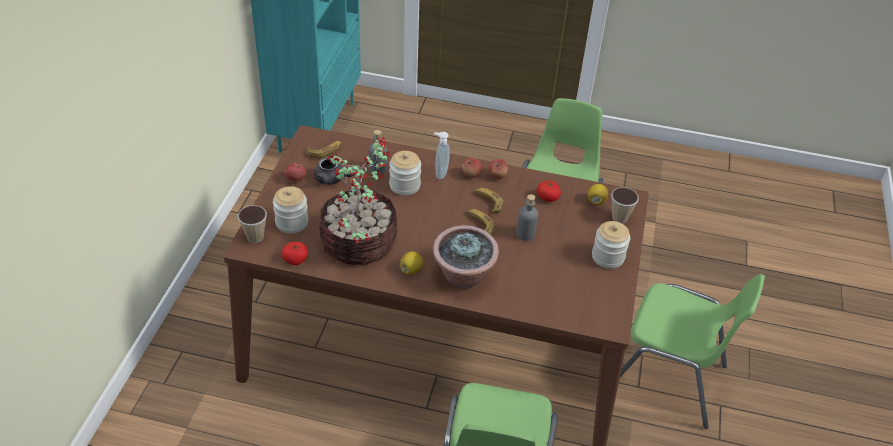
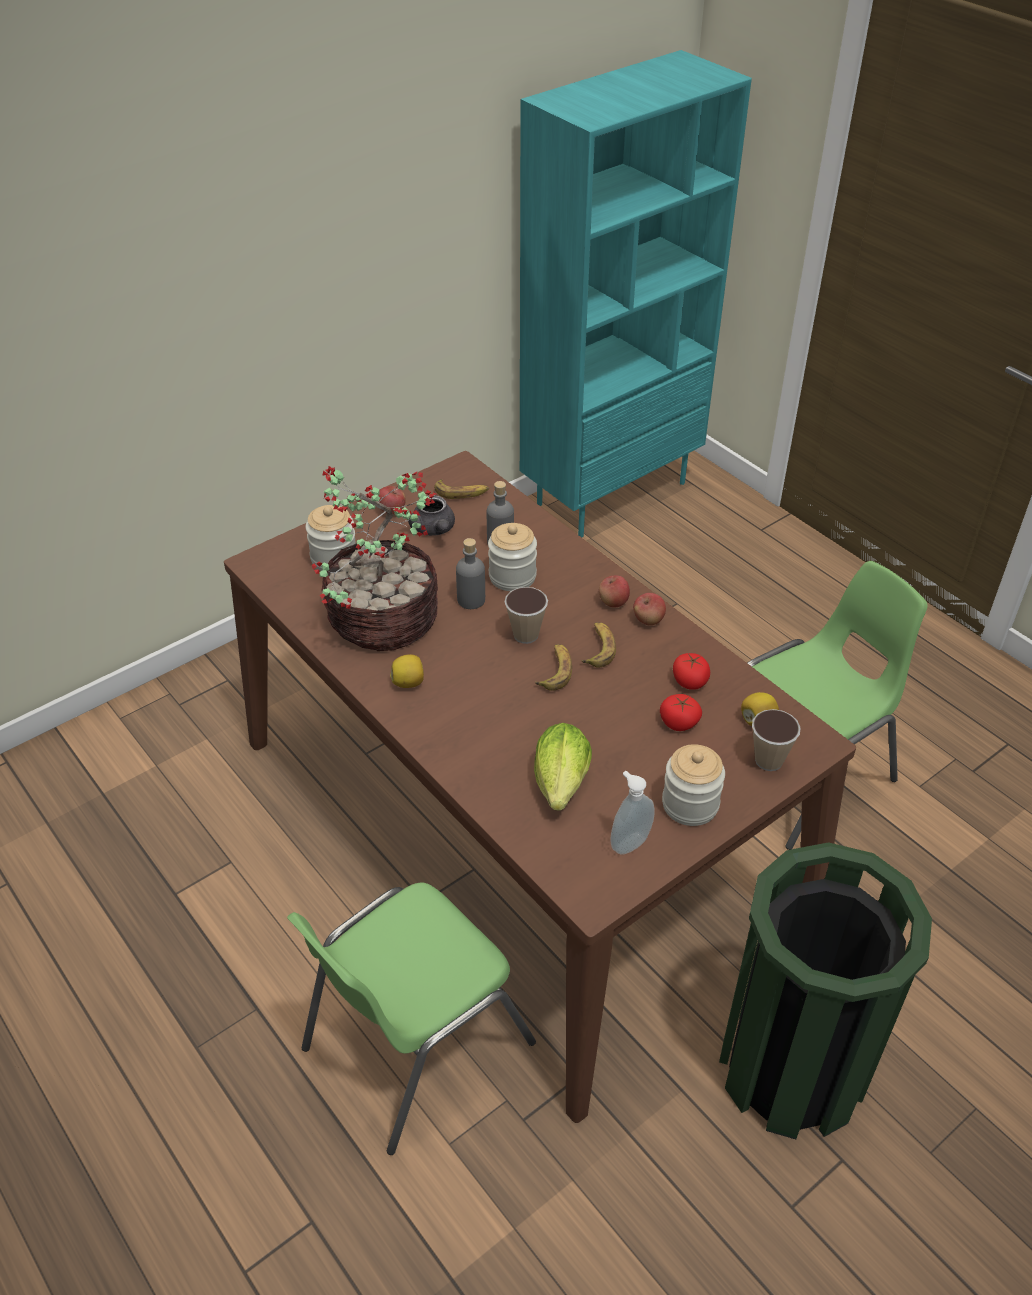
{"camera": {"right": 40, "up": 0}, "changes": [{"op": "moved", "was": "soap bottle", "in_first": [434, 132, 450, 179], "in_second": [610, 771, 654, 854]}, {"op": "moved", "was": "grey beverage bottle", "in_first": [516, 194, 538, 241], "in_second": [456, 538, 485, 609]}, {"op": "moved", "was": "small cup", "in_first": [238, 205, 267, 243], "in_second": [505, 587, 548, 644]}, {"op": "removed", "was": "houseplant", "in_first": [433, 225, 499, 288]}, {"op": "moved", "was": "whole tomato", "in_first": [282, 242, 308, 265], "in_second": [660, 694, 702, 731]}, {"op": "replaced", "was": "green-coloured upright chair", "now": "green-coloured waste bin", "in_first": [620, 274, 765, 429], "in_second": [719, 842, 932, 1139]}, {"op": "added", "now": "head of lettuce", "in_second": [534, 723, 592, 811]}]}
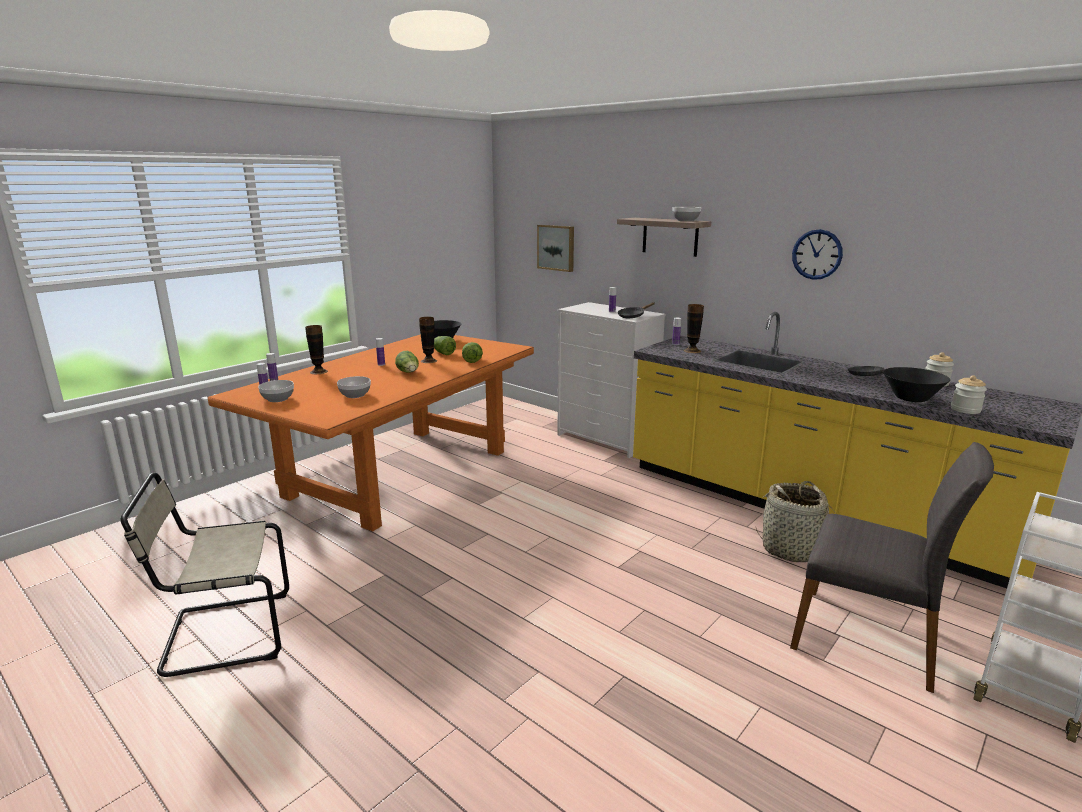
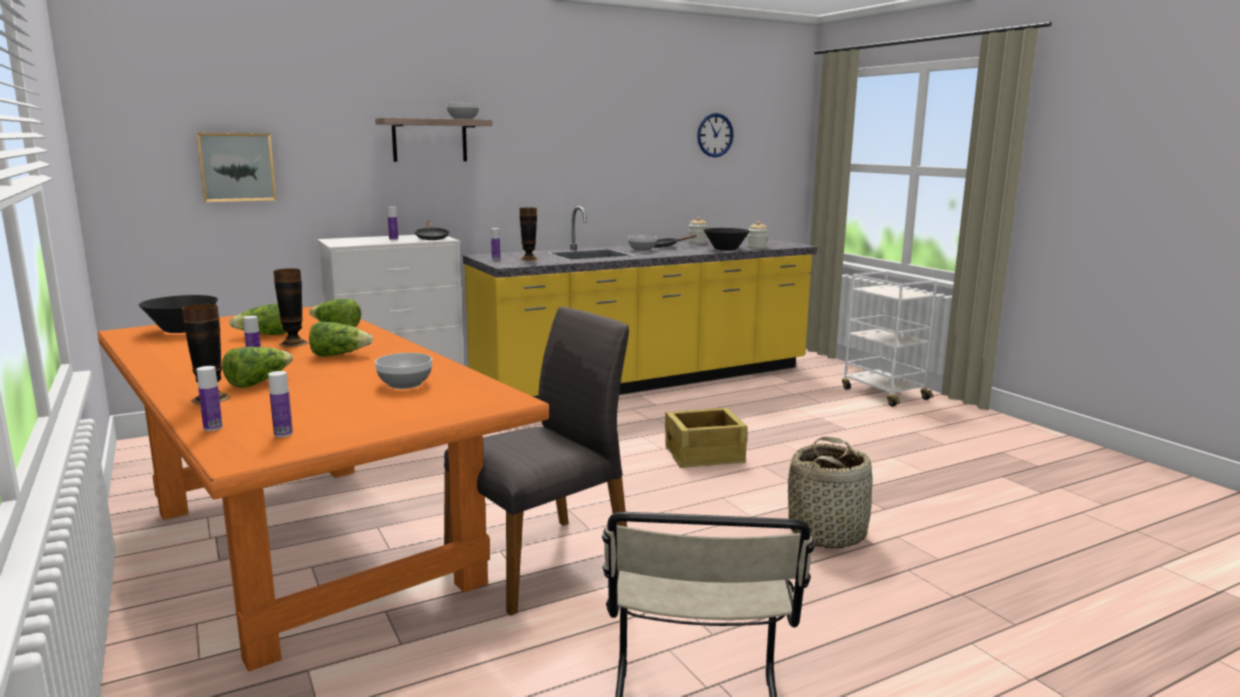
{"camera": {"right": -70, "up": -5}, "changes": [{"op": "moved", "was": "wall clock", "in_first": [792, 229, 843, 280], "in_second": [697, 113, 734, 157]}, {"op": "moved", "was": "serving bowl", "in_first": [258, 380, 294, 402], "in_second": [628, 235, 657, 251]}, {"op": "moved", "was": "grey upright chair", "in_first": [790, 442, 994, 693], "in_second": [444, 307, 629, 616]}, {"op": "moved", "was": "household basket", "in_first": [755, 481, 836, 562], "in_second": [788, 437, 872, 549]}, {"op": "added", "now": "head of lettuce", "in_second": [222, 347, 293, 388]}, {"op": "added", "now": "packing crate", "in_second": [665, 408, 748, 468]}]}
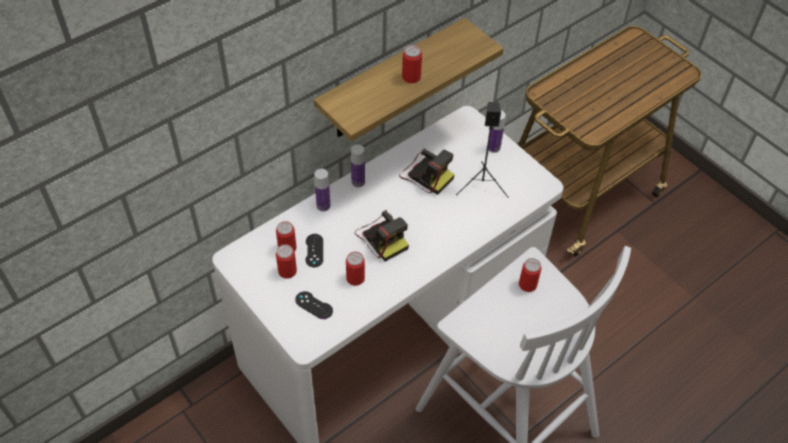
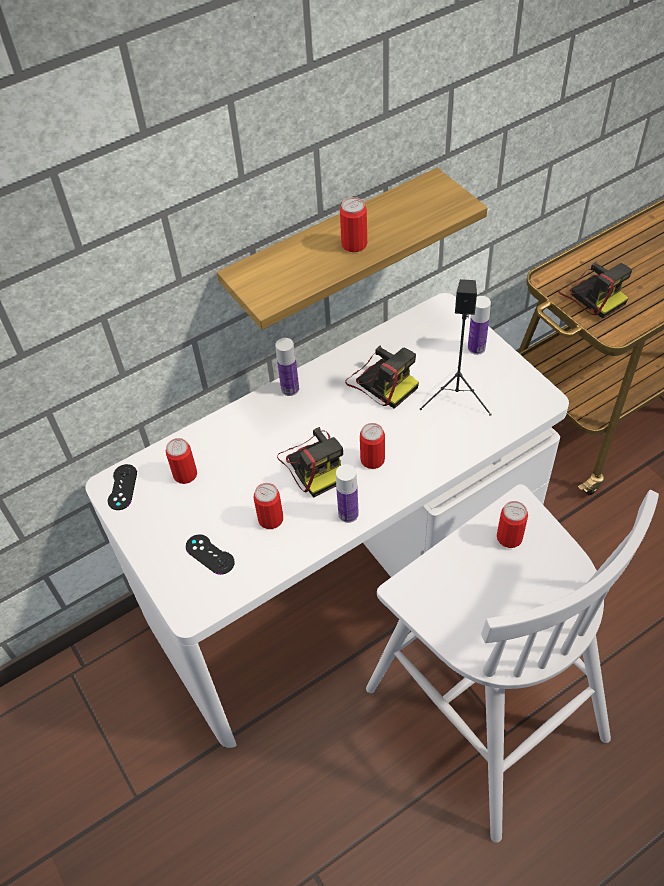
{"camera": {"right": 10, "up": 0}, "changes": [{"op": "moved", "was": "beverage bottle", "in_first": [314, 169, 330, 212], "in_second": [336, 464, 359, 523]}, {"op": "moved", "was": "black gamepad", "in_first": [306, 234, 323, 267], "in_second": [108, 464, 137, 510]}, {"op": "moved", "was": "metal can", "in_first": [276, 244, 297, 279], "in_second": [360, 423, 385, 469]}, {"op": "added", "now": "photo camera", "in_second": [559, 262, 632, 318]}]}
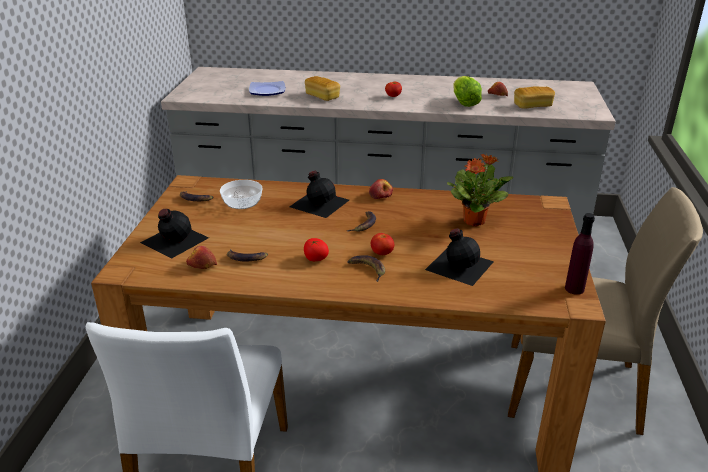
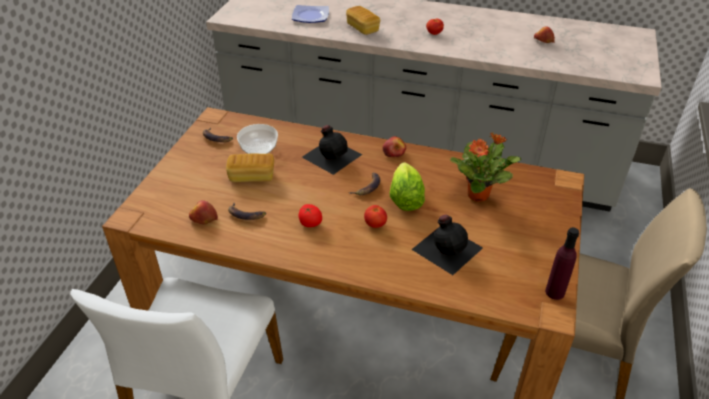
{"camera": {"right": 10, "up": 10}, "changes": [{"op": "moved", "was": "head of lettuce", "in_first": [453, 76, 482, 107], "in_second": [390, 162, 425, 211]}, {"op": "moved", "was": "baked bread", "in_first": [514, 86, 555, 109], "in_second": [226, 153, 274, 182]}, {"op": "removed", "was": "black beverage bottle", "in_first": [140, 209, 209, 259]}, {"op": "removed", "was": "banana", "in_first": [347, 255, 385, 282]}]}
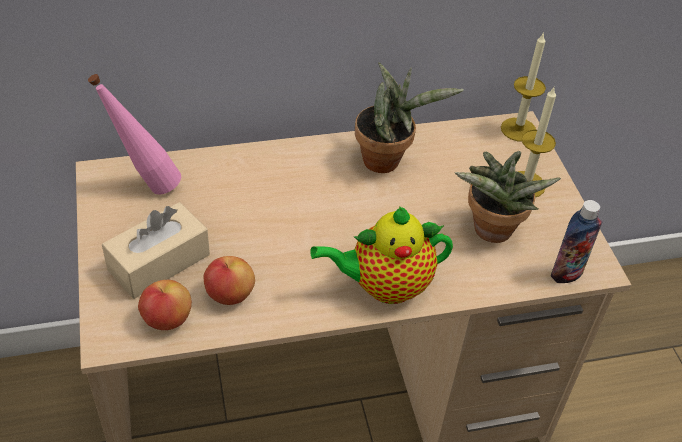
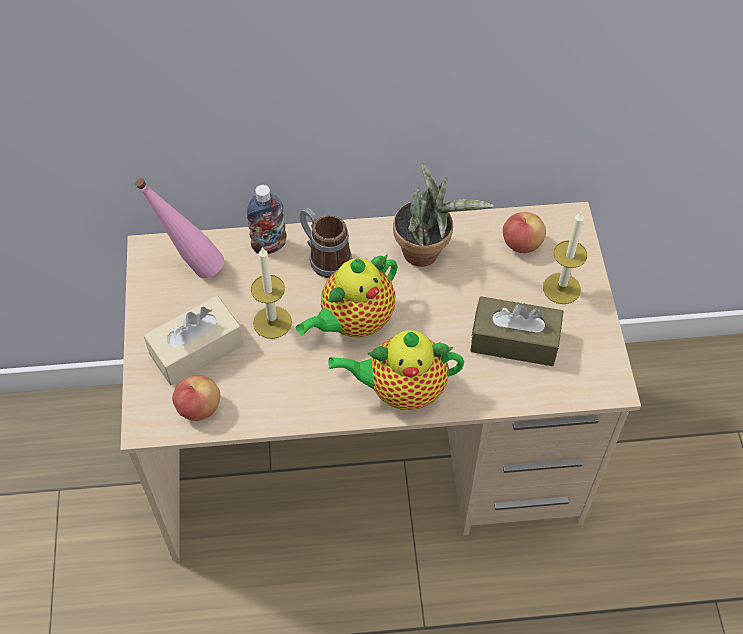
{"camera": {"right": 10, "up": 10}, "changes": [{"op": "moved", "was": "wax candle", "in_first": [501, 32, 546, 142], "in_second": [251, 247, 292, 339]}, {"op": "replaced", "was": "houseplant", "now": "brown-coloured tissue box", "in_first": [455, 151, 561, 243], "in_second": [471, 296, 564, 366]}, {"op": "moved", "was": "beverage bottle", "in_first": [551, 200, 603, 283], "in_second": [247, 185, 287, 254]}, {"op": "moved", "was": "apple fruit", "in_first": [204, 256, 255, 305], "in_second": [503, 212, 546, 253]}, {"op": "added", "now": "tea mug", "in_second": [299, 208, 352, 278]}, {"op": "added", "now": "tea pot", "in_second": [296, 254, 397, 337]}]}
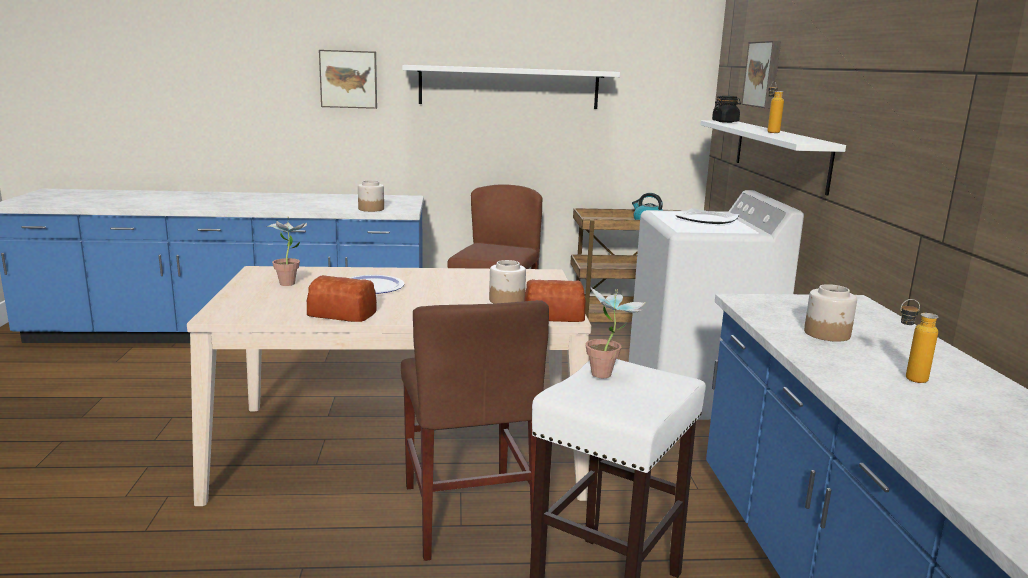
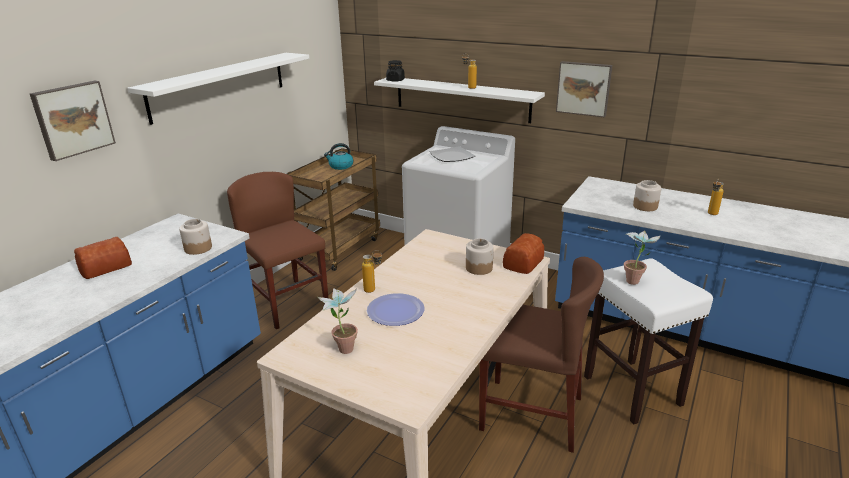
{"camera": {"right": -55, "up": 10}, "changes": [{"op": "moved", "was": "wall picture", "in_first": [741, 41, 781, 108], "in_second": [556, 61, 613, 117]}, {"op": "moved", "was": "baked bread", "in_first": [307, 275, 377, 322], "in_second": [74, 237, 132, 279]}, {"op": "added", "now": "beverage bottle", "in_second": [362, 250, 382, 293]}]}
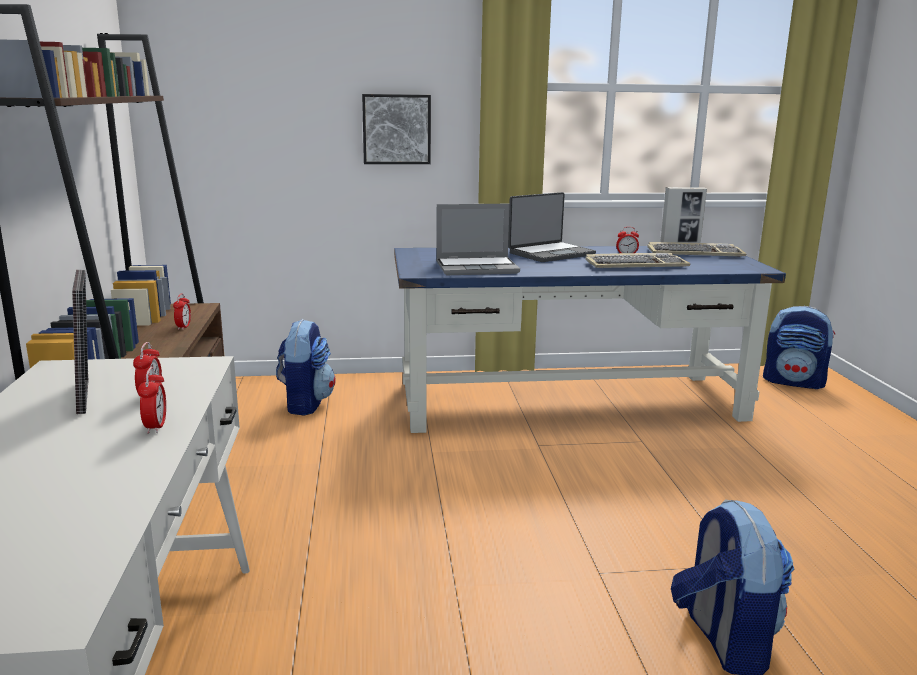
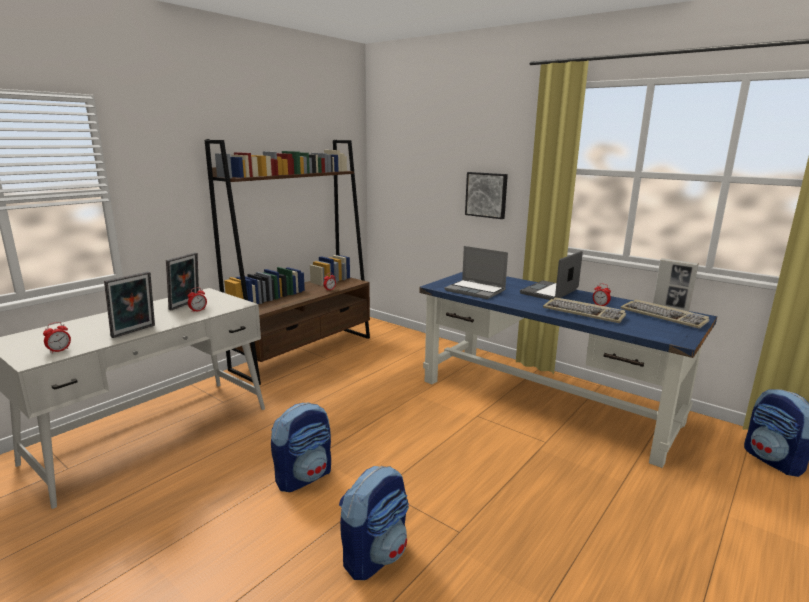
{"camera": {"right": 45, "up": 0}, "changes": [{"op": "turned", "was": "notebook computer", "in_first": [508, 192, 596, 262], "in_second": [520, 251, 583, 300], "clockwise": 120}, {"op": "moved", "was": "rucksack", "in_first": [276, 319, 336, 415], "in_second": [271, 402, 331, 492]}, {"op": "moved", "was": "alarm clock", "in_first": [138, 367, 166, 434], "in_second": [43, 322, 71, 354]}, {"op": "added", "now": "picture frame", "in_second": [104, 272, 155, 338]}]}
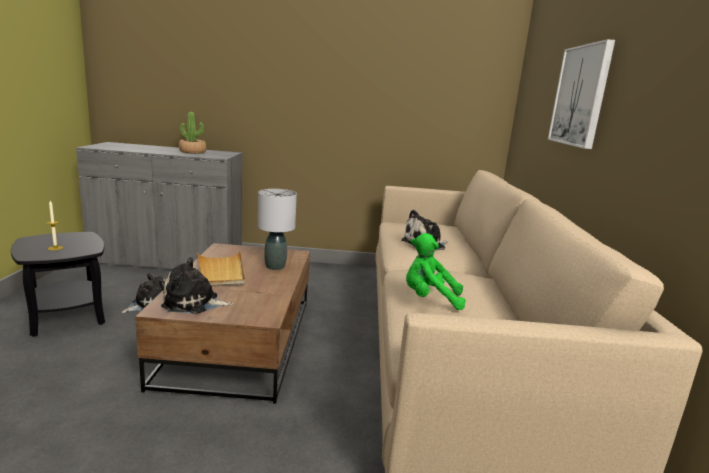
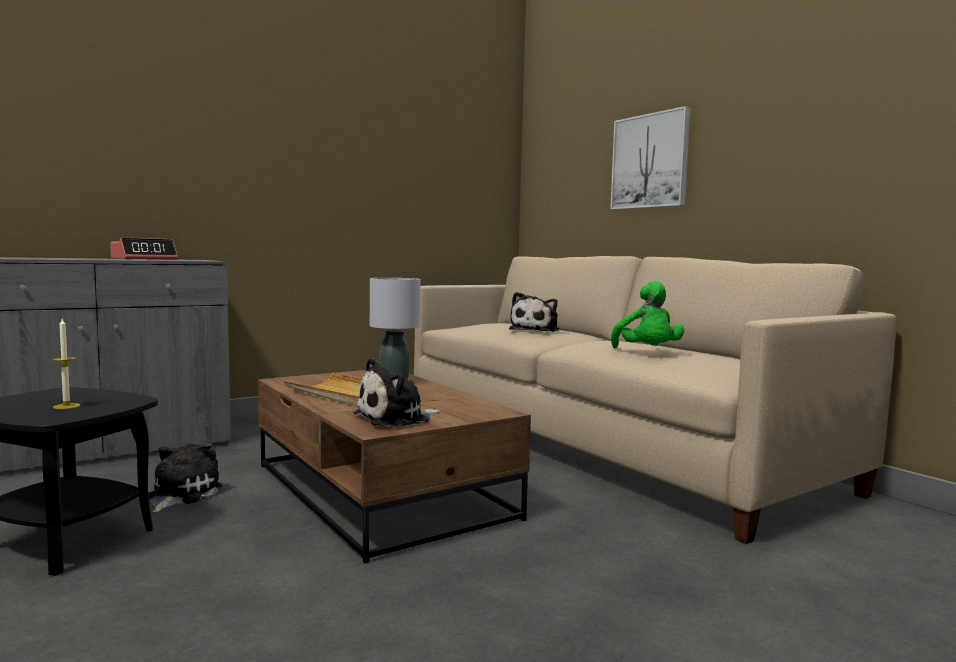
{"camera": {"right": -35, "up": -10}, "changes": [{"op": "replaced", "was": "houseplant", "now": "alarm clock", "in_first": [179, 112, 207, 154], "in_second": [110, 238, 178, 260]}, {"op": "turned", "was": "green-coloured plush toy", "in_first": [406, 233, 466, 310], "in_second": [611, 281, 684, 348], "clockwise": -75}]}
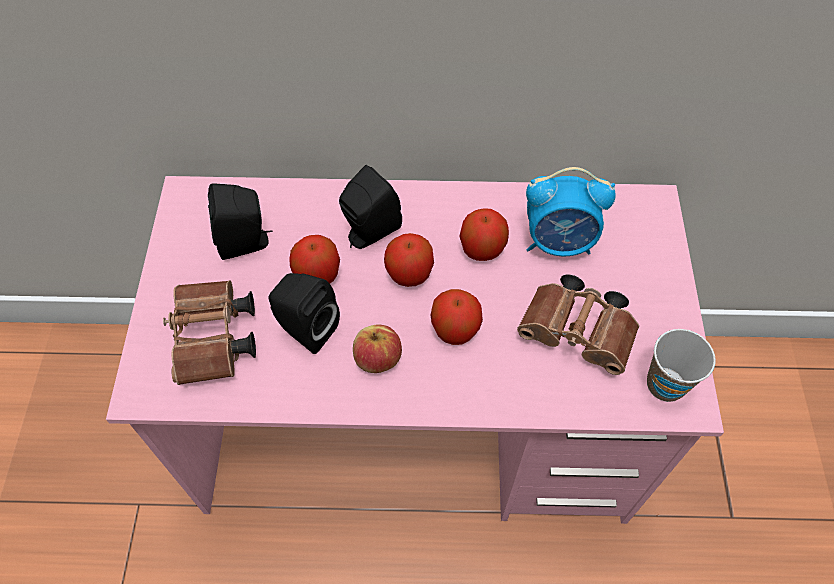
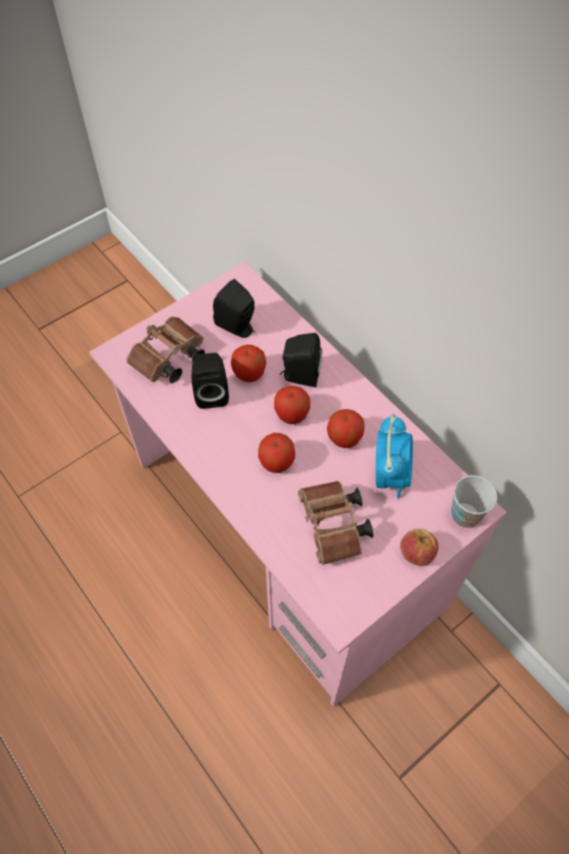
{"camera": {"right": 50, "up": 0}, "changes": [{"op": "turned", "was": "alarm clock", "in_first": [526, 167, 616, 256], "in_second": [375, 414, 413, 499], "clockwise": -135}, {"op": "moved", "was": "apple fruit", "in_first": [353, 324, 402, 373], "in_second": [400, 528, 439, 566]}, {"op": "moved", "was": "small cup", "in_first": [647, 329, 716, 402], "in_second": [451, 475, 497, 528]}]}
